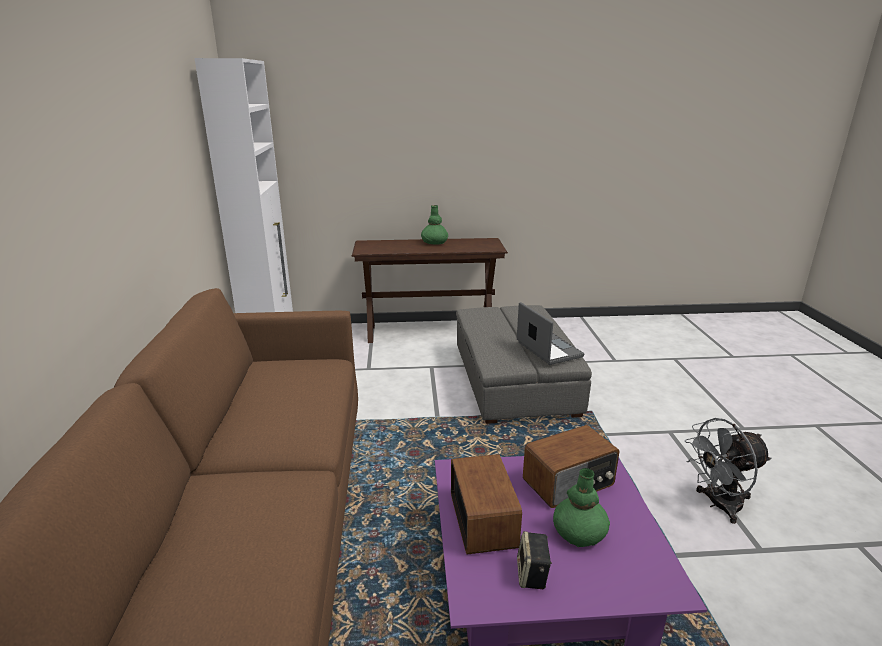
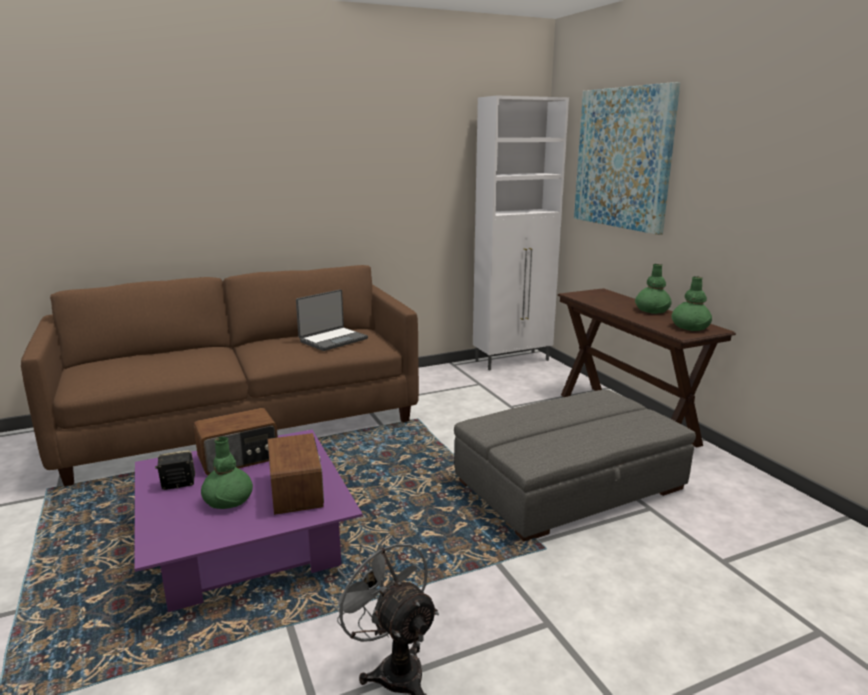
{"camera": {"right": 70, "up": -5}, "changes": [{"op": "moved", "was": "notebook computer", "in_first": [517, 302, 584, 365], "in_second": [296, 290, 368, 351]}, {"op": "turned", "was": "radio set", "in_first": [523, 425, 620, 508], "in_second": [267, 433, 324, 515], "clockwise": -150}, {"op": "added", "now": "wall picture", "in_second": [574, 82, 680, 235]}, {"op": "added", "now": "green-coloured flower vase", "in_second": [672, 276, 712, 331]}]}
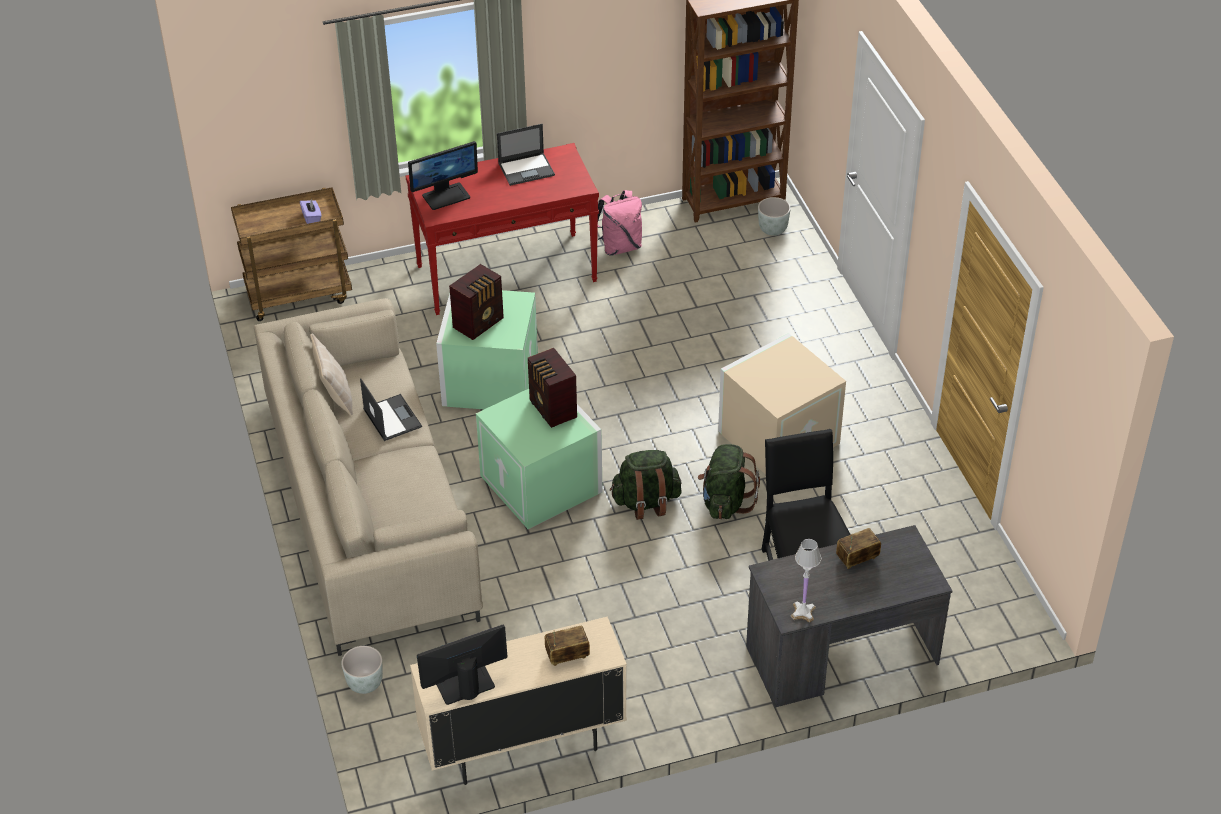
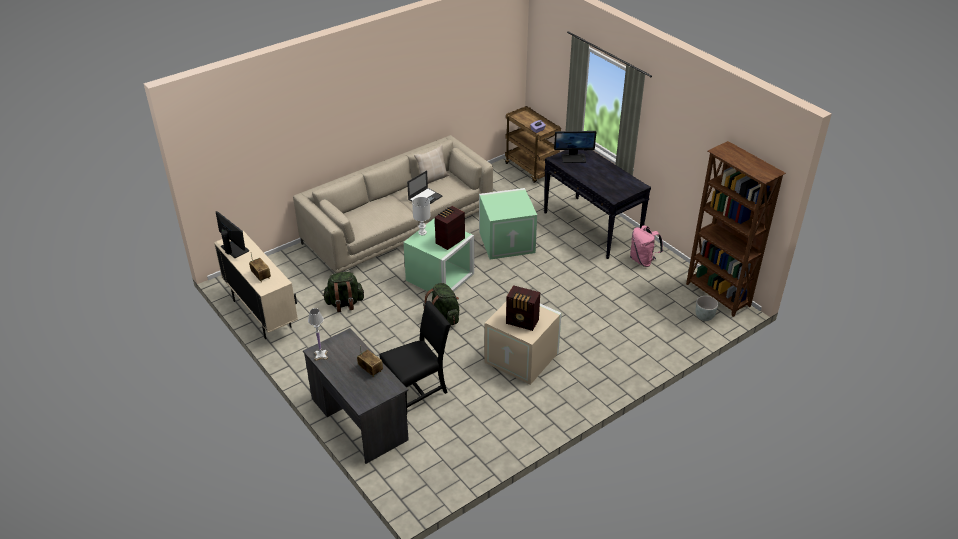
{"camera": {"right": 70, "up": -5}, "changes": [{"op": "removed", "was": "notebook computer", "in_first": [497, 124, 555, 186]}, {"op": "turned", "was": "computer display", "in_first": [408, 141, 478, 210], "in_second": [554, 131, 597, 163], "clockwise": -45}, {"op": "recoloured", "was": "red-coloured hall table", "now": "black hall table", "in_first": [406, 143, 599, 315], "in_second": [544, 150, 651, 259]}, {"op": "moved", "was": "radio set", "in_first": [449, 264, 504, 340], "in_second": [506, 285, 540, 331]}, {"op": "moved", "was": "green-coloured rucksack", "in_first": [698, 444, 760, 519], "in_second": [323, 272, 364, 312]}, {"op": "removed", "was": "grey plant pot", "in_first": [341, 646, 383, 694]}, {"op": "added", "now": "whitish lamp for a table", "in_second": [412, 197, 431, 235]}]}
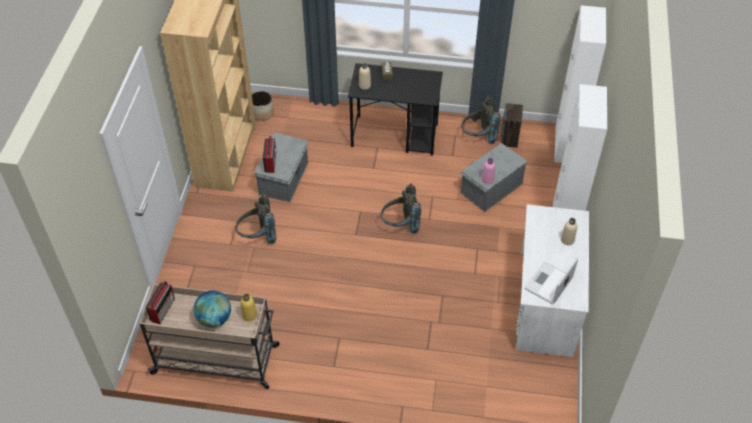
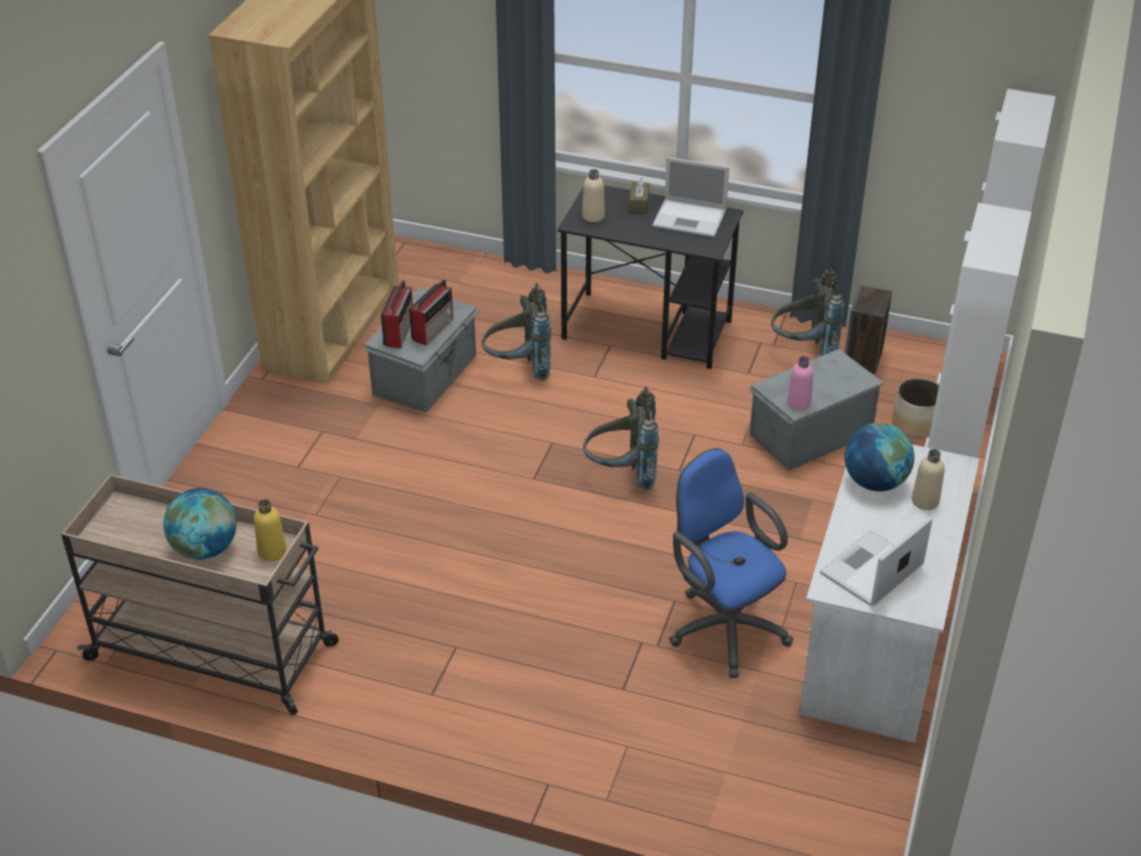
{"camera": {"right": 10, "up": -10}, "changes": [{"op": "moved", "was": "plant pot", "in_first": [252, 91, 274, 121], "in_second": [892, 378, 939, 438]}, {"op": "moved", "was": "grey rucksack", "in_first": [235, 194, 277, 244], "in_second": [482, 283, 551, 381]}, {"op": "moved", "was": "radio set", "in_first": [146, 281, 175, 324], "in_second": [409, 279, 453, 345]}, {"op": "added", "now": "notebook computer", "in_second": [652, 157, 729, 237]}, {"op": "added", "now": "world globe", "in_second": [845, 423, 914, 491]}, {"op": "added", "now": "blue-coloured desk chair", "in_second": [669, 448, 793, 678]}]}
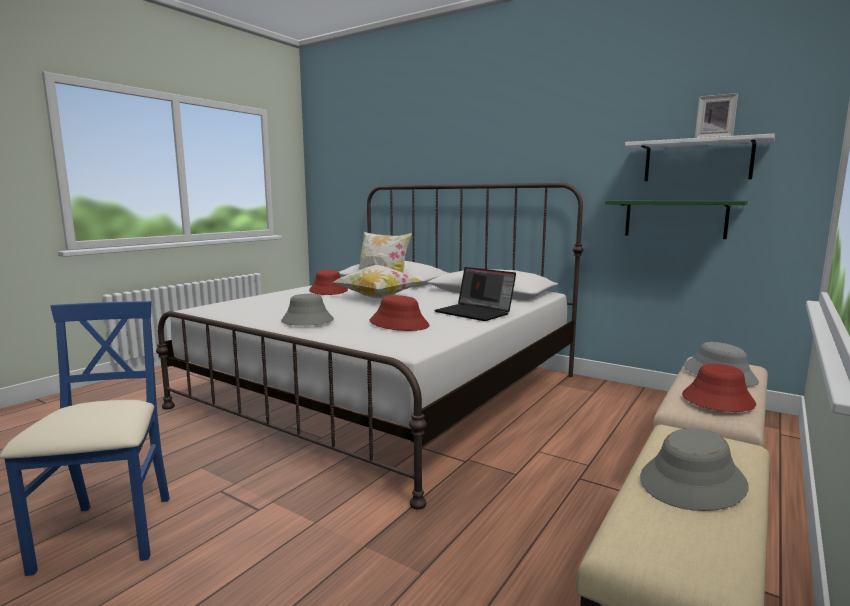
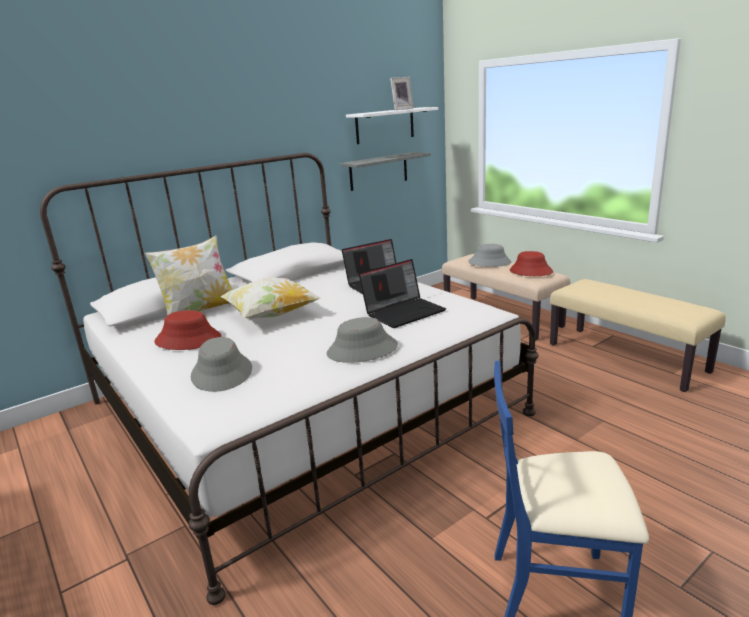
{"camera": {"right": -70, "up": 10}, "changes": [{"op": "recoloured", "was": "green-coloured bracket shelf", "now": "grey bracket shelf", "in_first": [605, 201, 748, 239], "in_second": [340, 152, 431, 191]}, {"op": "replaced", "was": "red-coloured wearable hat", "now": "notebook computer", "in_first": [369, 295, 429, 331], "in_second": [359, 259, 446, 328]}, {"op": "moved", "was": "grey wearable hat", "in_first": [640, 428, 749, 511], "in_second": [191, 337, 252, 392]}]}
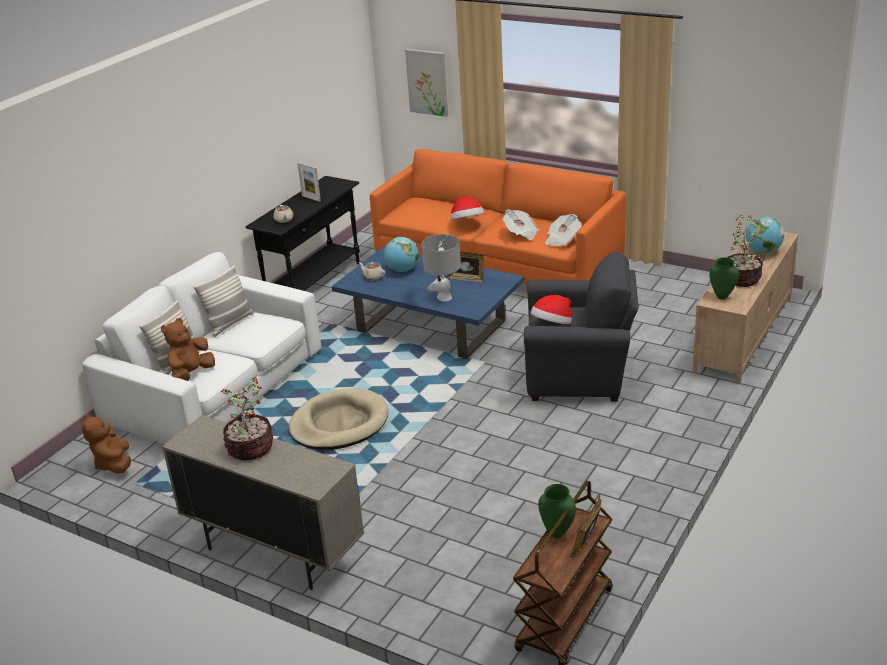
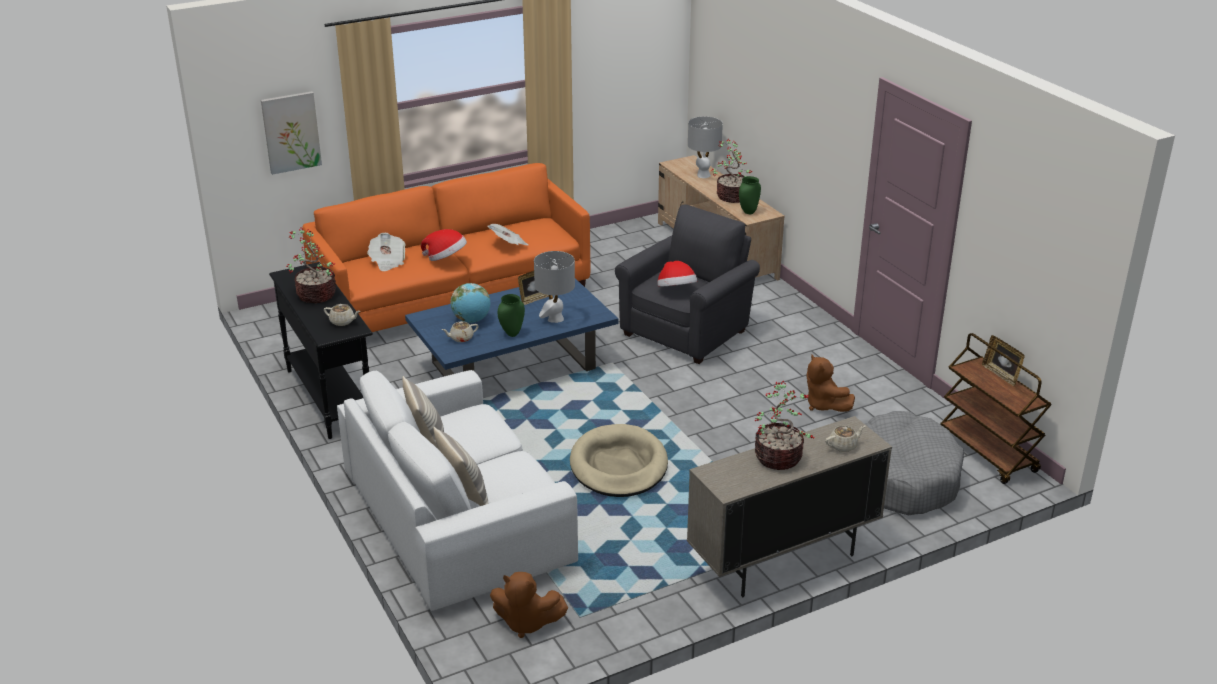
{"camera": {"right": -60, "up": 0}, "changes": [{"op": "replaced", "was": "picture frame", "now": "houseplant", "in_first": [297, 162, 321, 202], "in_second": [286, 228, 336, 303]}, {"op": "moved", "was": "daily paper", "in_first": [545, 214, 582, 246], "in_second": [367, 233, 405, 271]}, {"op": "replaced", "was": "world globe", "now": "grey lamp for a table", "in_first": [746, 217, 784, 254], "in_second": [688, 116, 723, 178]}, {"op": "moved", "was": "brown-coloured plush toy", "in_first": [161, 318, 215, 381], "in_second": [807, 355, 855, 412]}, {"op": "moved", "was": "green-coloured flower vase", "in_first": [538, 484, 576, 538], "in_second": [498, 294, 525, 337]}, {"op": "added", "now": "grey pet bed", "in_second": [865, 411, 964, 515]}, {"op": "added", "now": "beige-coloured tea pot", "in_second": [825, 425, 865, 452]}]}
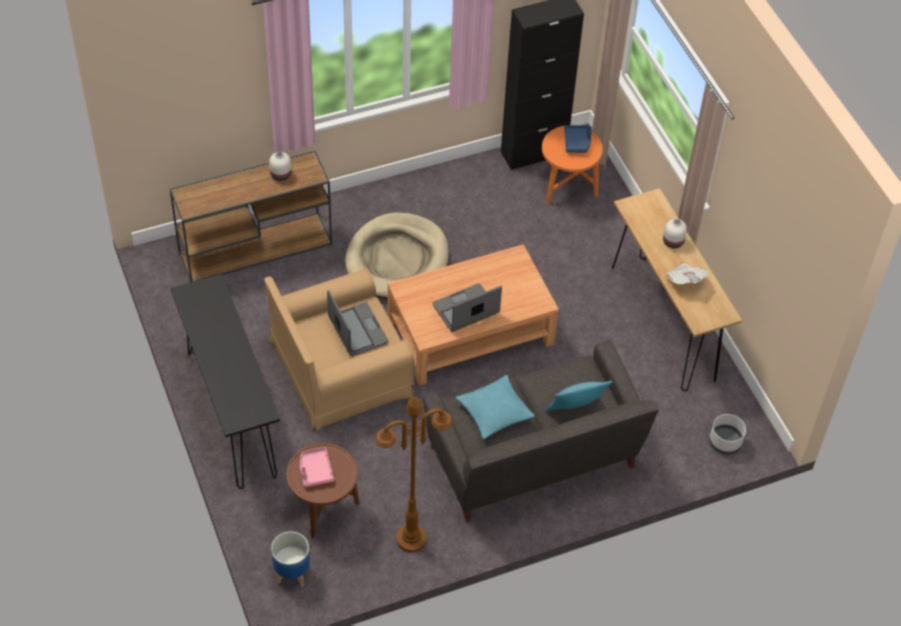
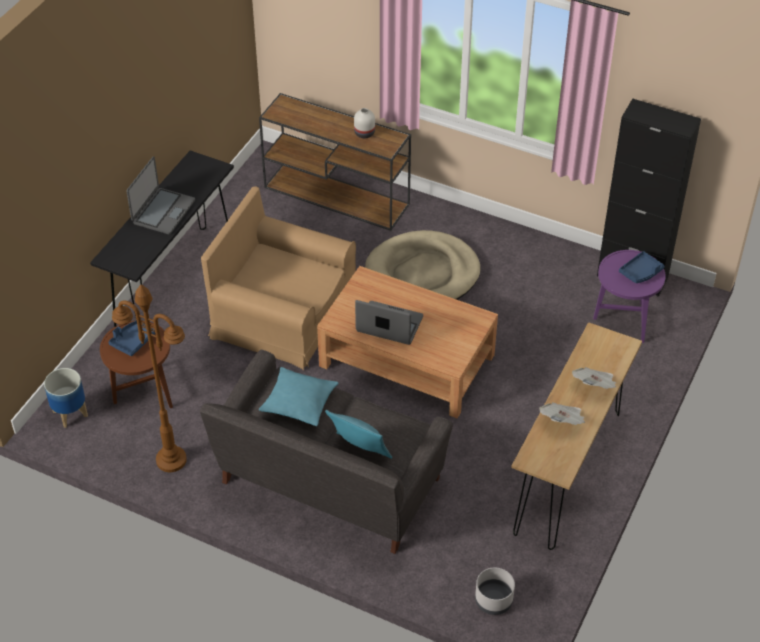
{"camera": {"right": 50, "up": -5}, "changes": [{"op": "recoloured", "was": "orange-coloured end table", "now": "purple end table", "in_first": [542, 126, 603, 204], "in_second": [593, 250, 666, 343]}, {"op": "replaced", "was": "whitish flower vase", "now": "daily paper", "in_first": [663, 219, 687, 248], "in_second": [572, 367, 616, 389]}, {"op": "moved", "was": "notebook computer", "in_first": [327, 290, 389, 356], "in_second": [126, 156, 195, 234]}, {"op": "recoloured", "was": "pinkish carrying tray", "now": "blue-coloured carrying tray", "in_first": [300, 447, 334, 487], "in_second": [108, 320, 155, 356]}]}
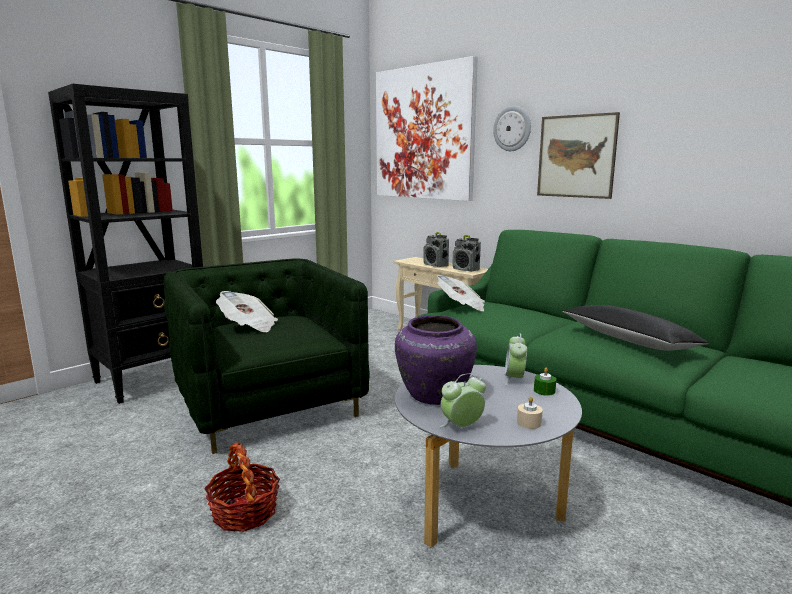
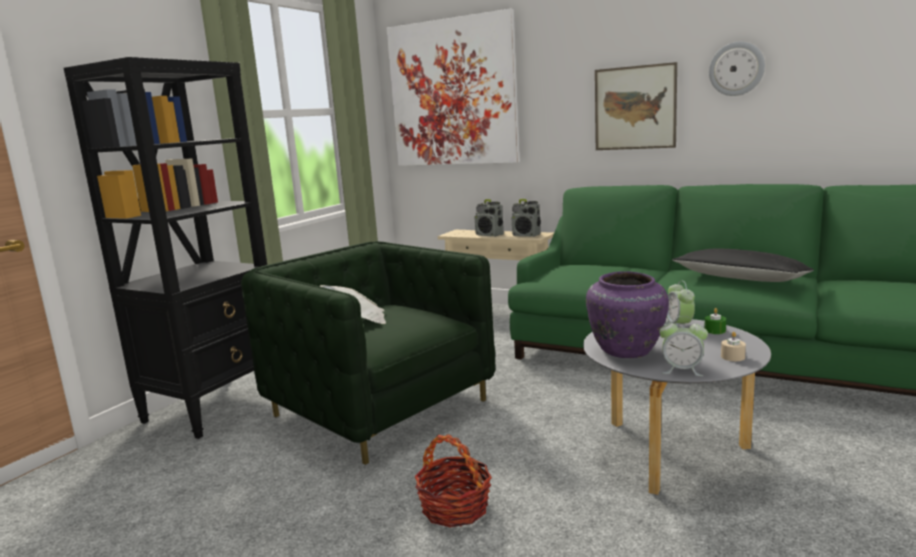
{"camera": {"right": -15, "up": 0}, "changes": [{"op": "moved", "was": "wall clock", "in_first": [493, 106, 531, 151], "in_second": [709, 42, 765, 96]}, {"op": "removed", "was": "daily paper", "in_first": [437, 275, 485, 311]}, {"op": "turned", "was": "alarm clock", "in_first": [439, 373, 486, 427], "in_second": [659, 316, 708, 376], "clockwise": -120}]}
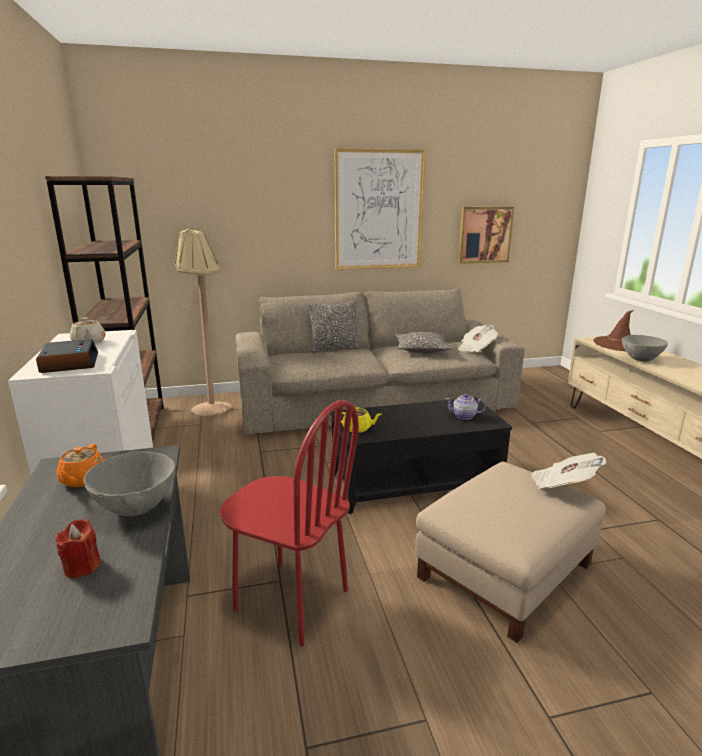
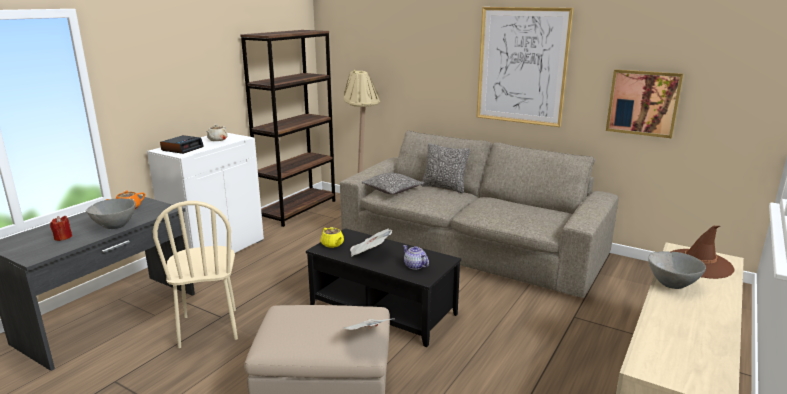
{"camera": {"right": 45, "up": 0}, "changes": [{"op": "moved", "was": "daily paper", "in_first": [458, 325, 498, 352], "in_second": [350, 228, 392, 257]}, {"op": "moved", "was": "cushion", "in_first": [395, 332, 452, 353], "in_second": [362, 173, 424, 194]}, {"op": "recoloured", "was": "red-coloured upright chair", "now": "beige-coloured upright chair", "in_first": [219, 400, 359, 647], "in_second": [153, 201, 238, 348]}]}
